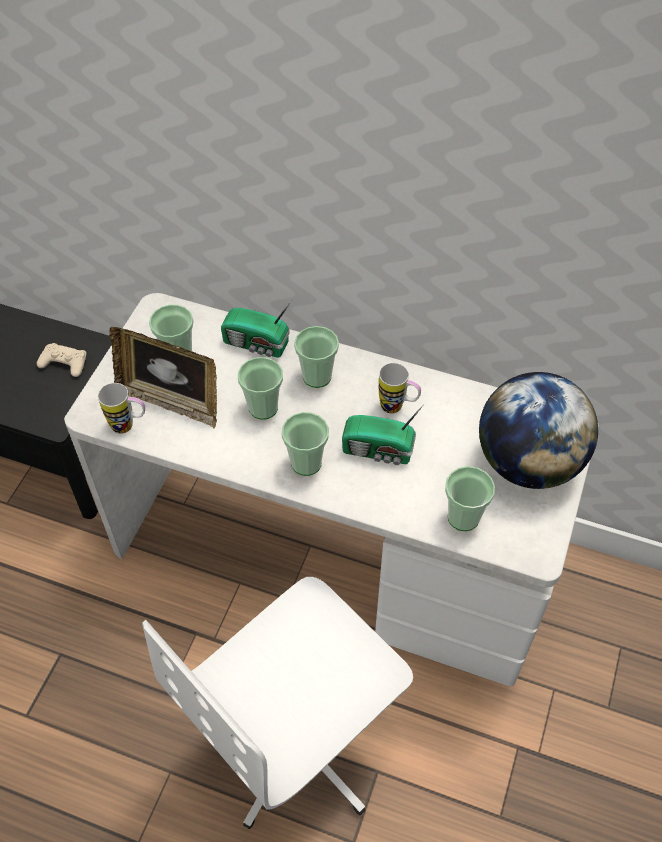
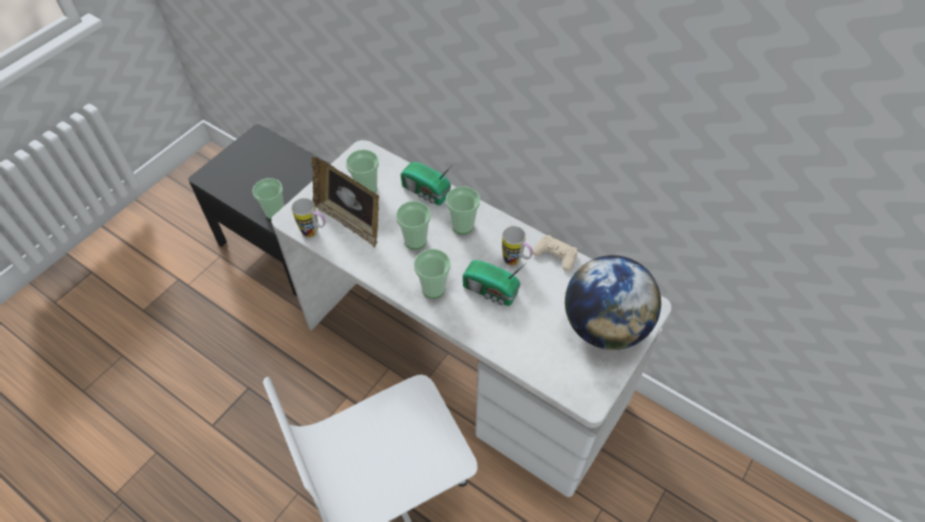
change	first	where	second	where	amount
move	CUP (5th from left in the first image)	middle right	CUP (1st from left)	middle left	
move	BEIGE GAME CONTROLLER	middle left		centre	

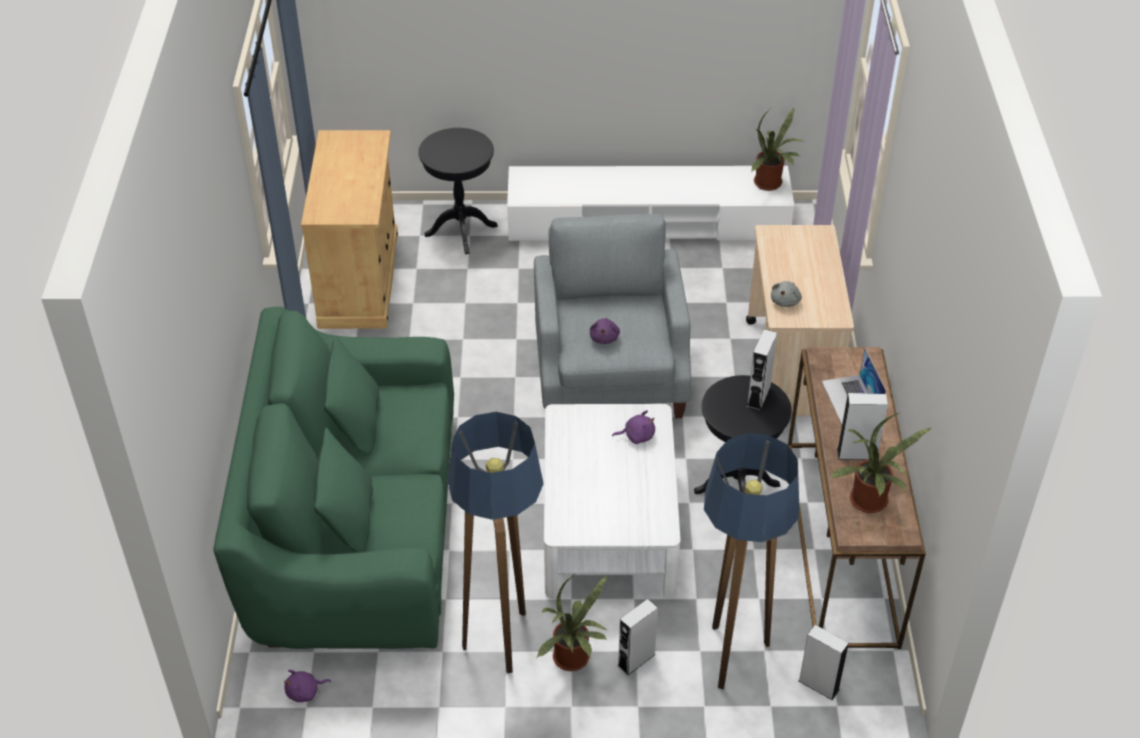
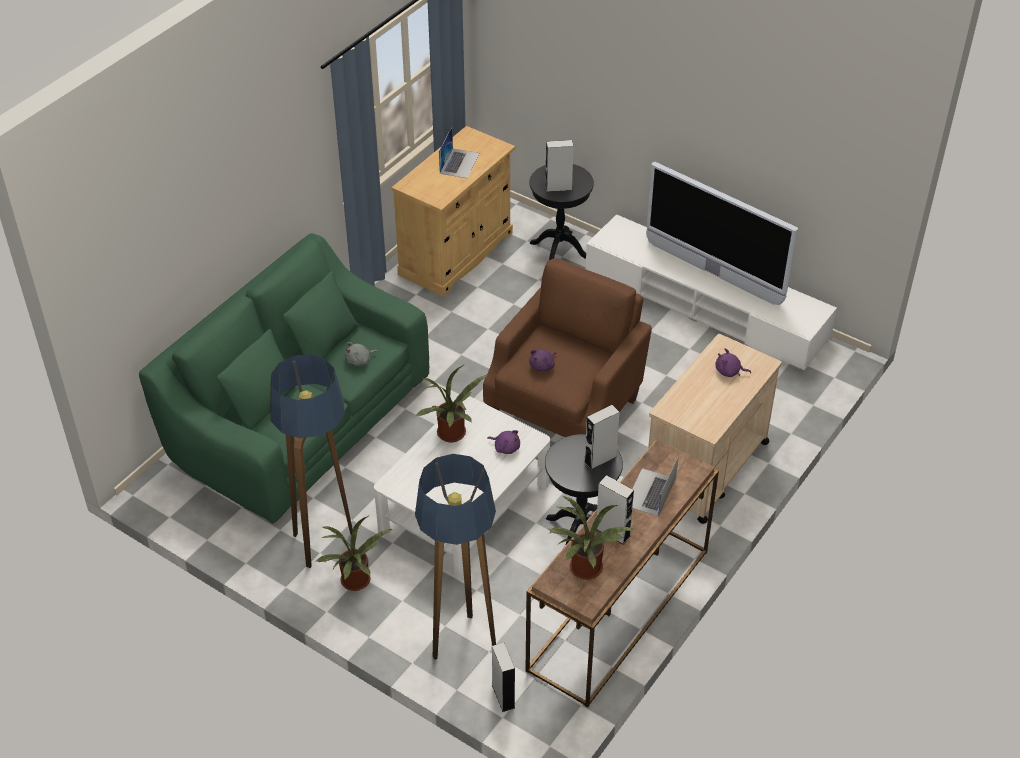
change	first	where	second	where	amount
move	GREY PLUSH TOY	middle right		centre	
move	POTTED PLANT (2nd from left)	top right		centre	
insert			LAPTOP (1st from left)	top centre	
recolor	GREY ARMCHAIR	centre	BROWN ARMCHAIR	centre	
move	GREY SPEAKER (1st from left in the first image)	bottom centre	GREY SPEAKER (2nd from left)	top centre	
insert			TELEVISION	top right	
move	PURPLE PLUSH TOY (1st from left in the first image)	bottom left	PURPLE PLUSH TOY (3rd from left)	middle right	

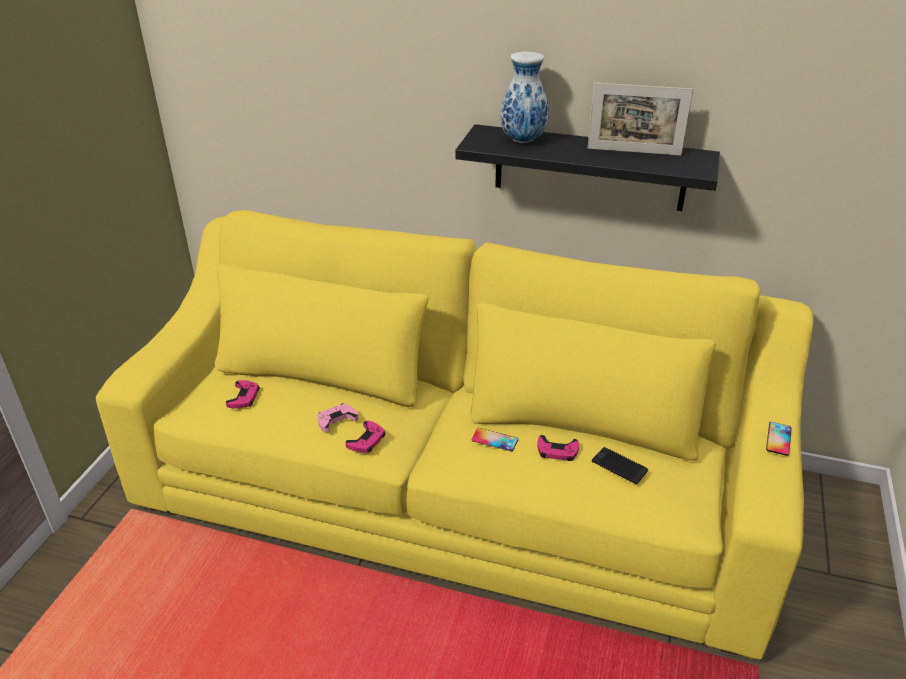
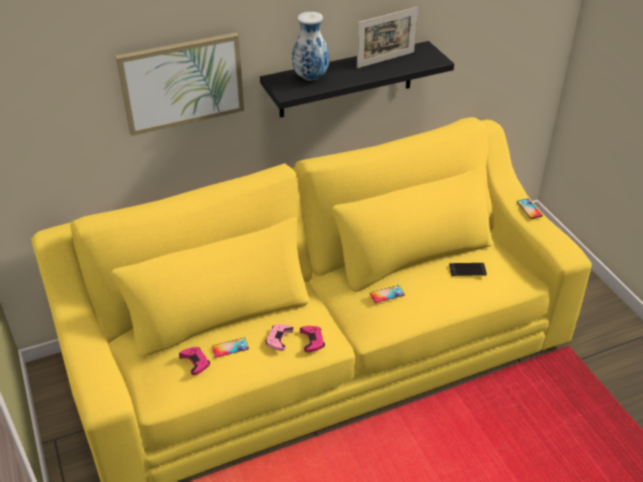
change	first	where	second	where	amount
insert			PICTURE	top left	
insert			PHONE (1st from left)	bottom centre	
delete	PINK GAME CONTROLLER (4th from left)	centre			

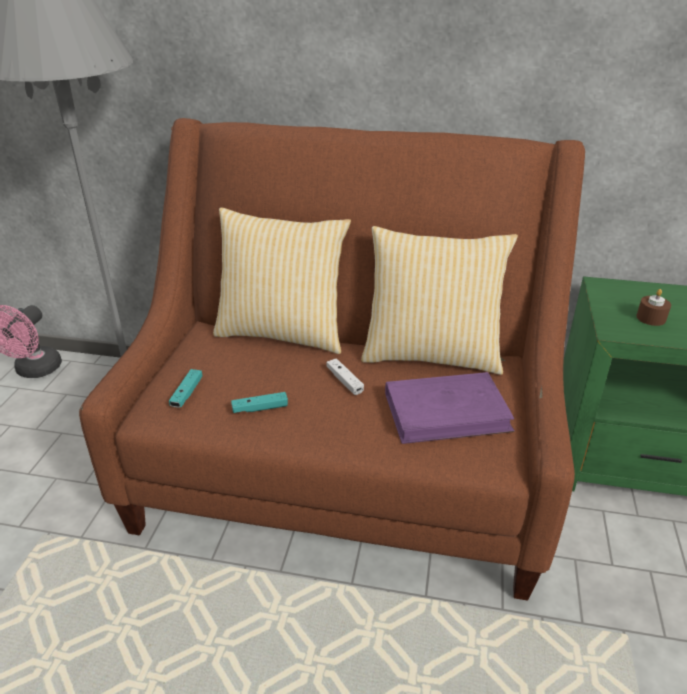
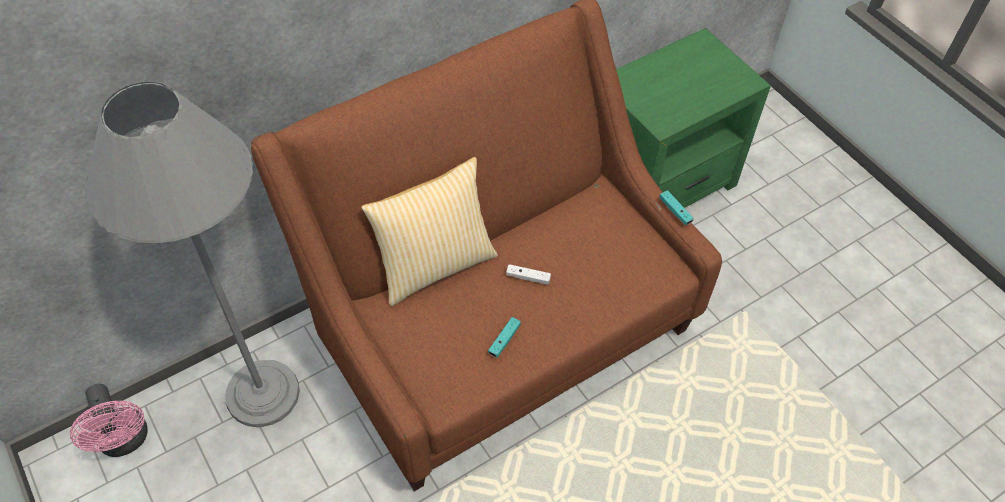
change	first	where	second	where	amount
move	TURQUOISE GAME CONTROLLER (1st from left in the first image)	middle left	TURQUOISE GAME CONTROLLER (2nd from left)	middle right	
delete	PILLOW (2nd from left)	centre			
delete	PURPLE BOOK	centre			
delete	BROWN CANDLE	middle right			

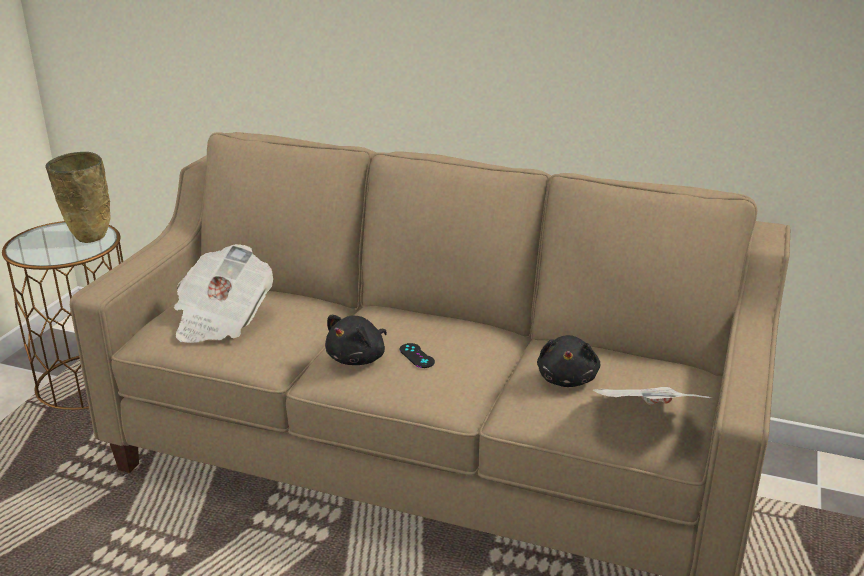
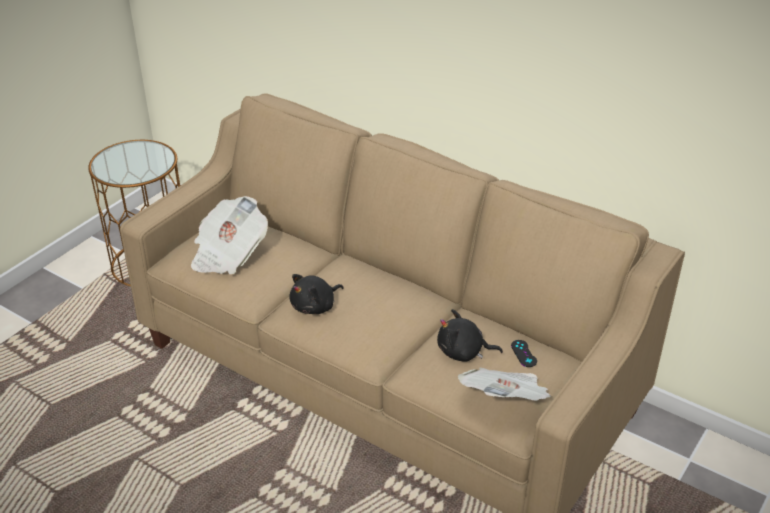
change	first	where	second	where	amount
rotate	BLACK PLUSH TOY (2nd from left)	centre		centre	75 degrees clockwise
move	BLACK GAME CONTROLLER	centre		bottom right	
delete	BEIGE VASE	middle left			

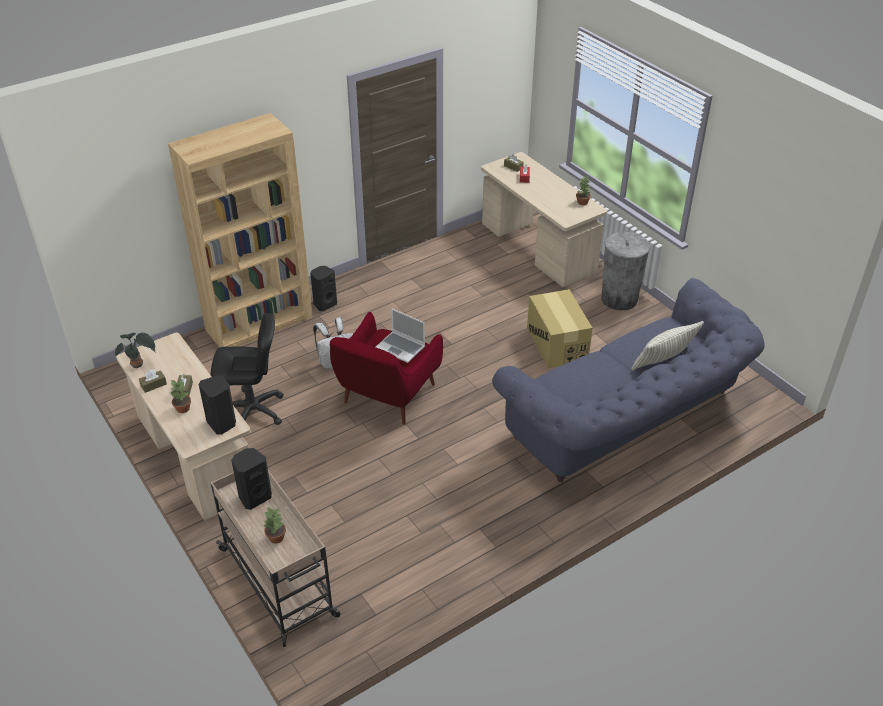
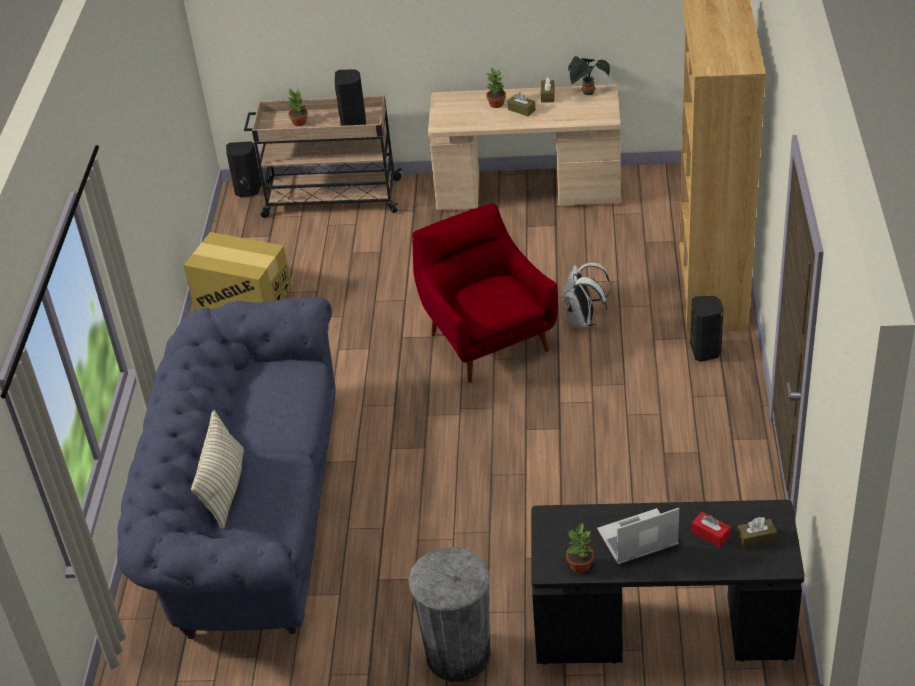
change	first	where	second	where	amount
move	CARDBOARD BOX	centre		middle left	
move	BLACK SPEAKER (1st from left)	middle left		top left	
recolor	BEIGE DESK (2nd from left)	top centre	BLACK DESK	bottom right	
move	LAPTOP	centre		bottom right	
delete	BLACK OFFICE CHAIR	middle left			

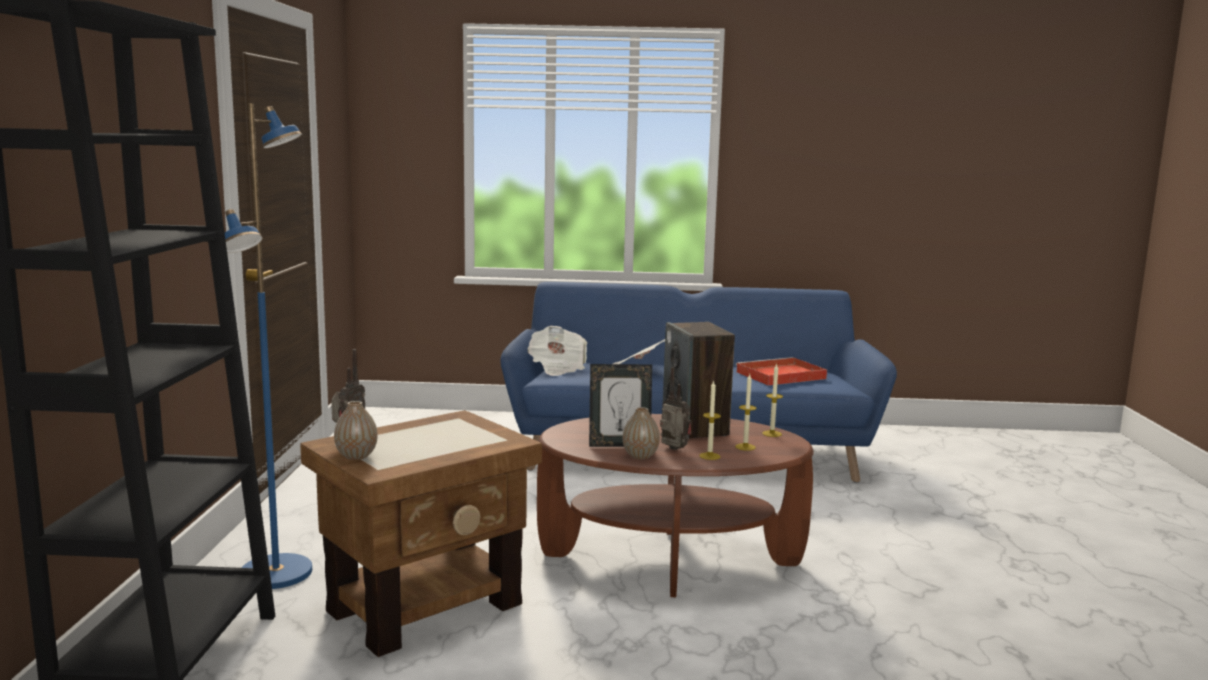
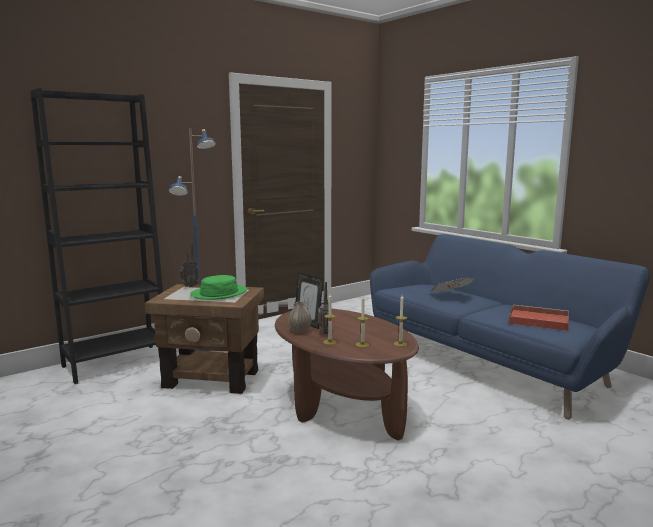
change	first	where	second	where	amount
insert			GREEN HAT	centre	
delete	VASE (1st from left)	middle left			
delete	NEWSPAPER (1st from left)	centre			
delete	SPEAKER	centre			

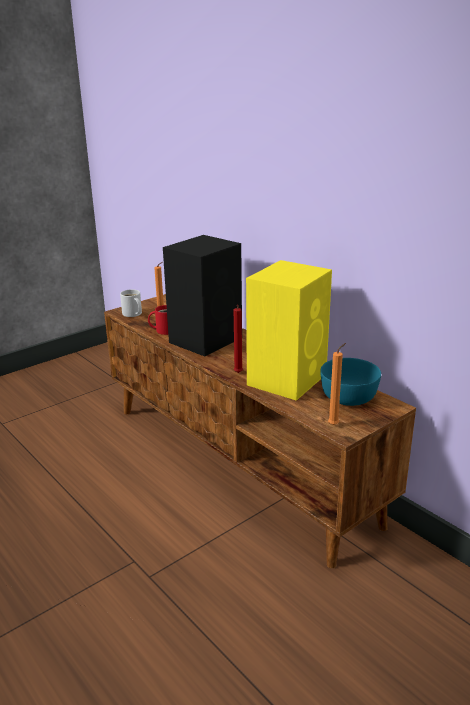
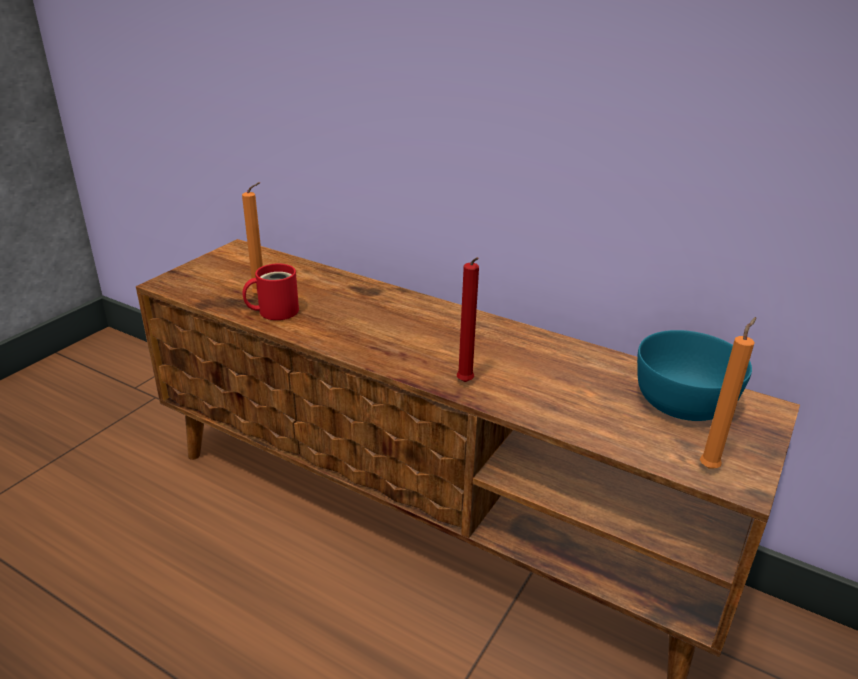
change	first	where	second	where	amount
delete	WHITE MUG	middle left			
delete	BLACK SPEAKER	centre			
delete	YELLOW SPEAKER	centre			

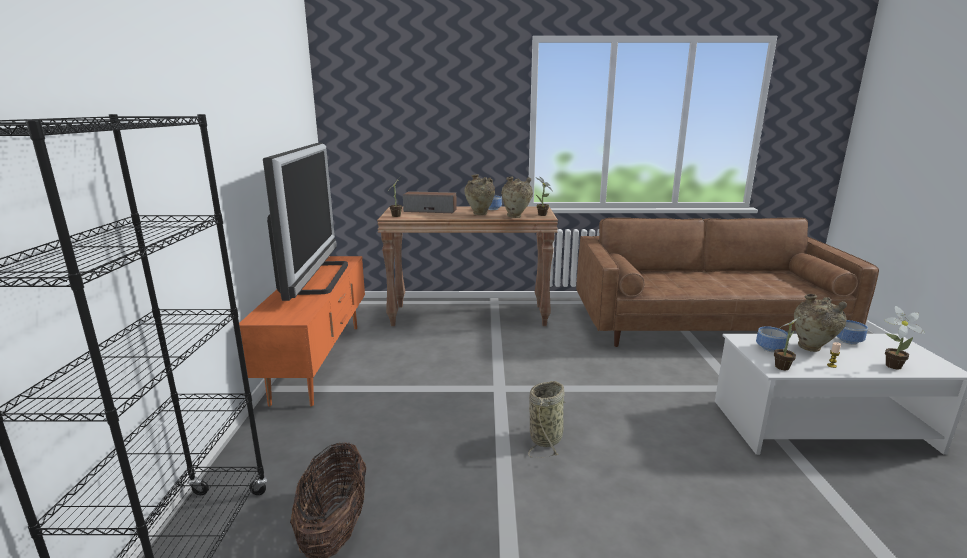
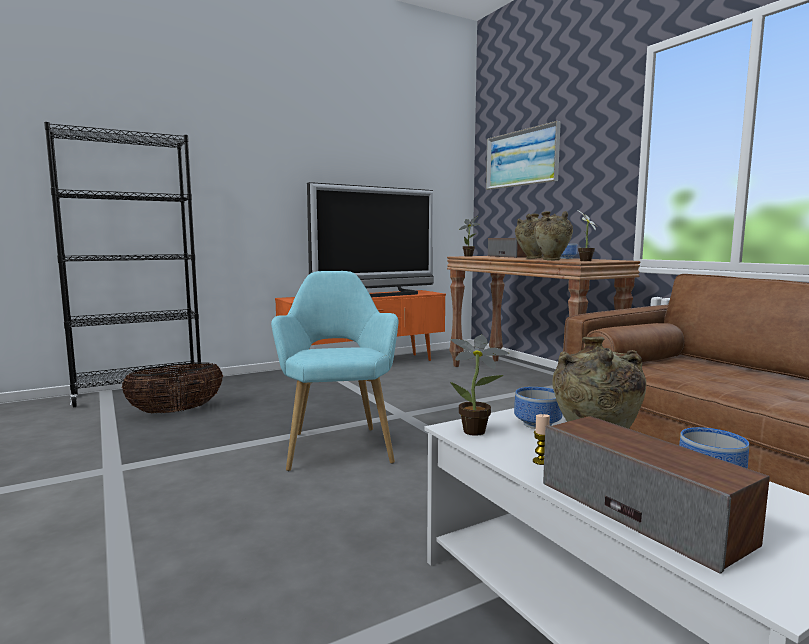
change	first	where	second	where	amount
replace	BASKET (2nd from left)	bottom centre	TURQUOISE ARMCHAIR	centre	
insert			PICTURE	top centre	
replace	POTTED PLANT (4th from left)	middle right	SPEAKER (2nd from left)	bottom right	

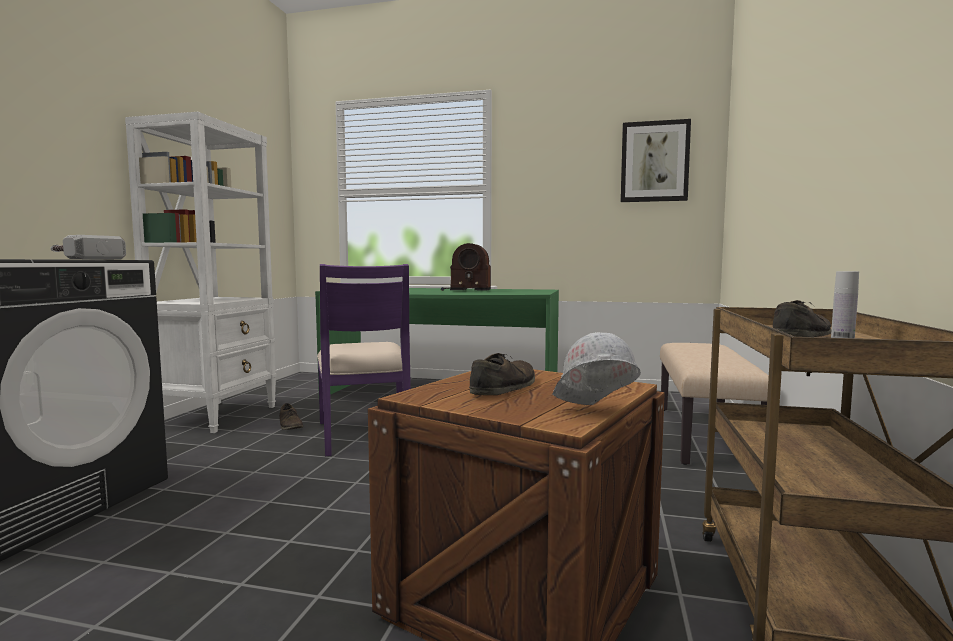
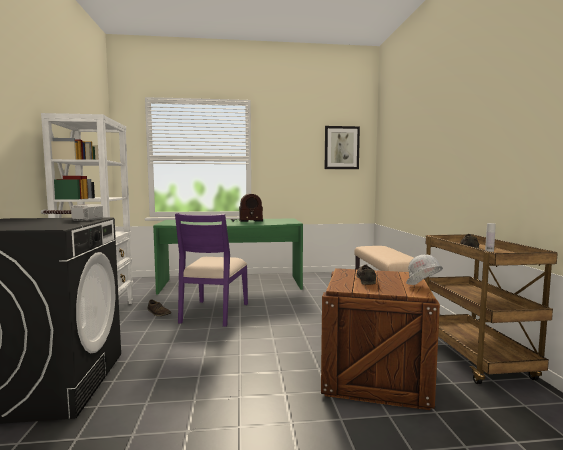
change	first	where	second	where	amount
rotate	PURPLE CHAIR	centre		centre	45 degrees clockwise

